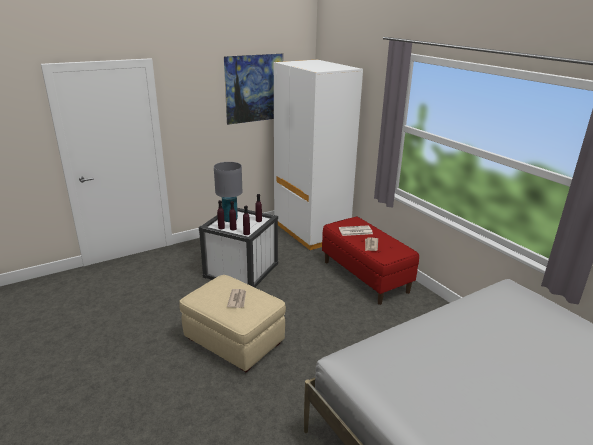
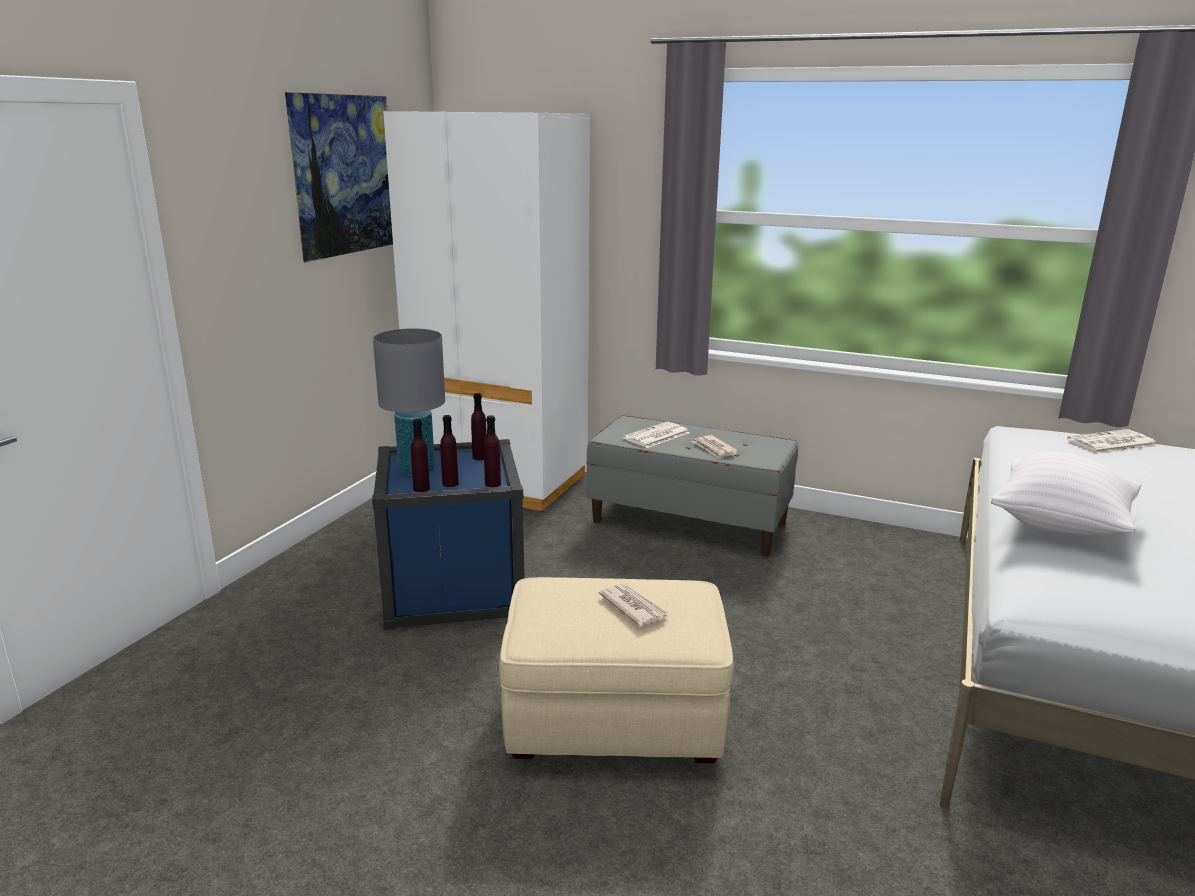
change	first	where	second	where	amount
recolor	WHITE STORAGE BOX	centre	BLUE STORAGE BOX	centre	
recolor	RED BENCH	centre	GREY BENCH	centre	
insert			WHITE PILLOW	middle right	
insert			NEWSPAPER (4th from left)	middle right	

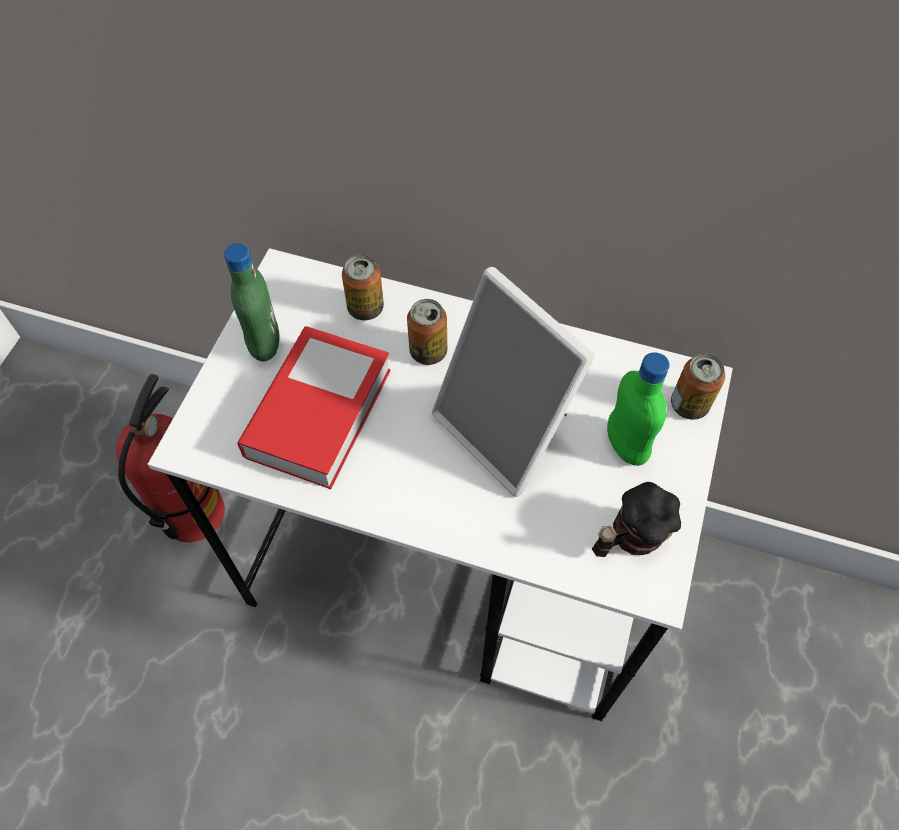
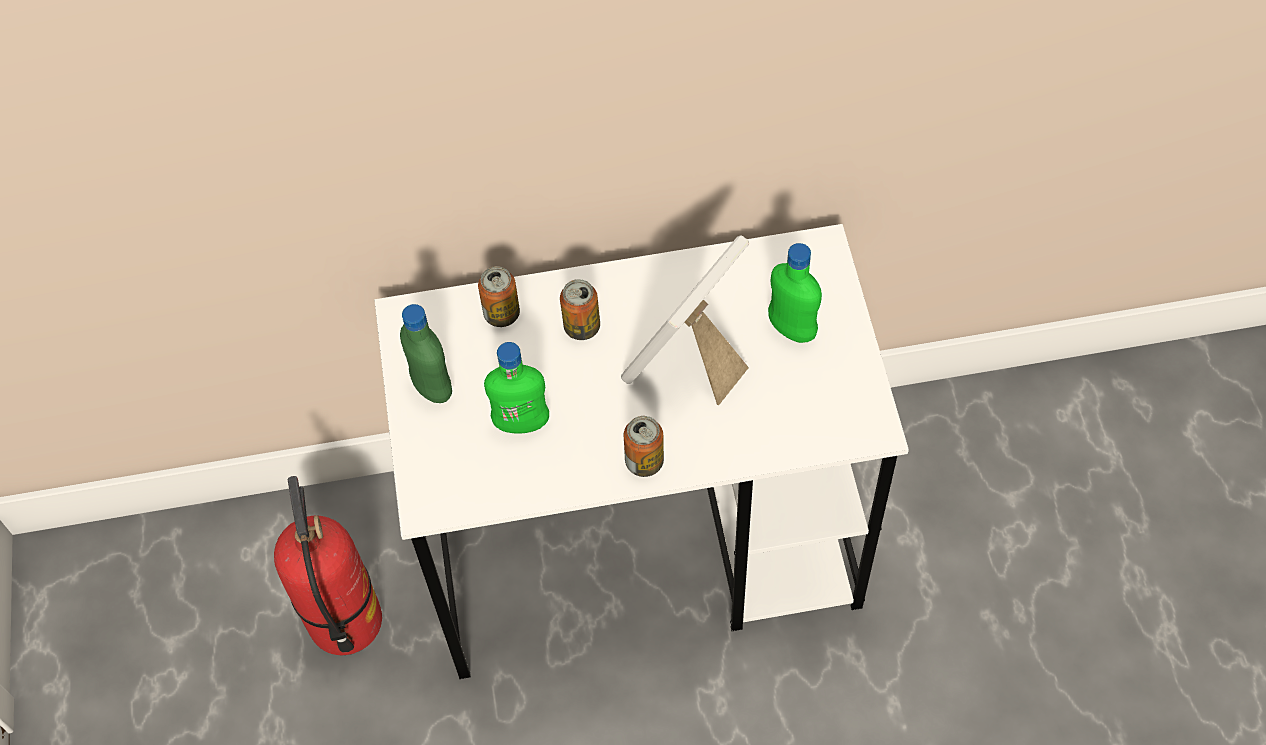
change	first	where	second	where	amount
replace	BOOK	centre	GREEN BOTTLE (2nd from left)	centre	
rotate	PICTURE FRAME	centre		centre	105 degrees clockwise
move	CAN (3rd from left)	middle right		centre	
delete	MUG	middle right			

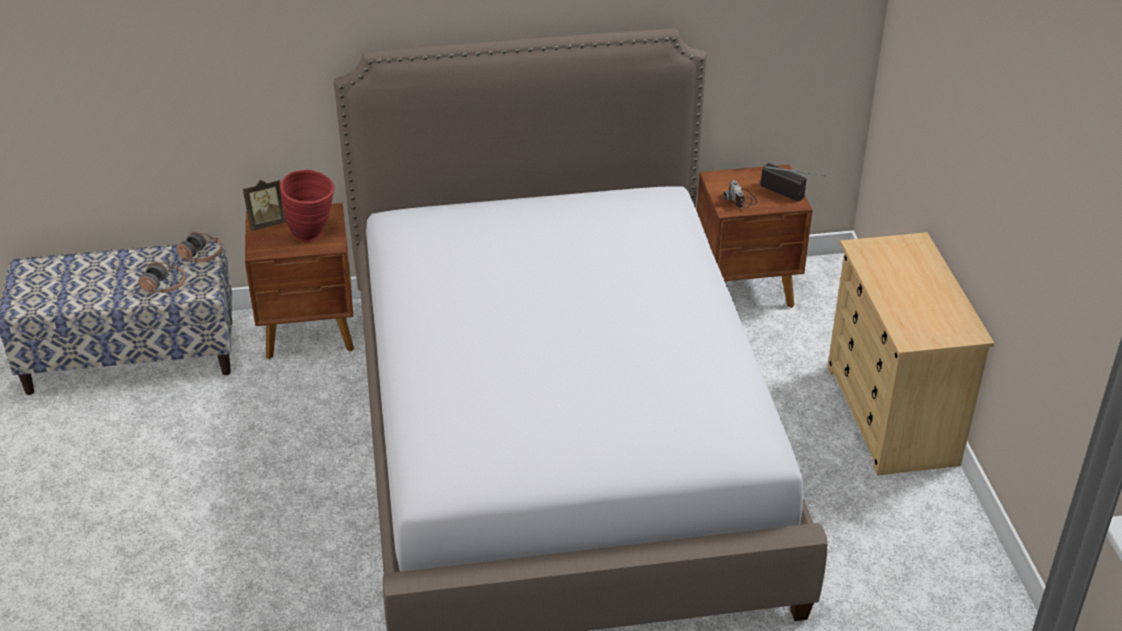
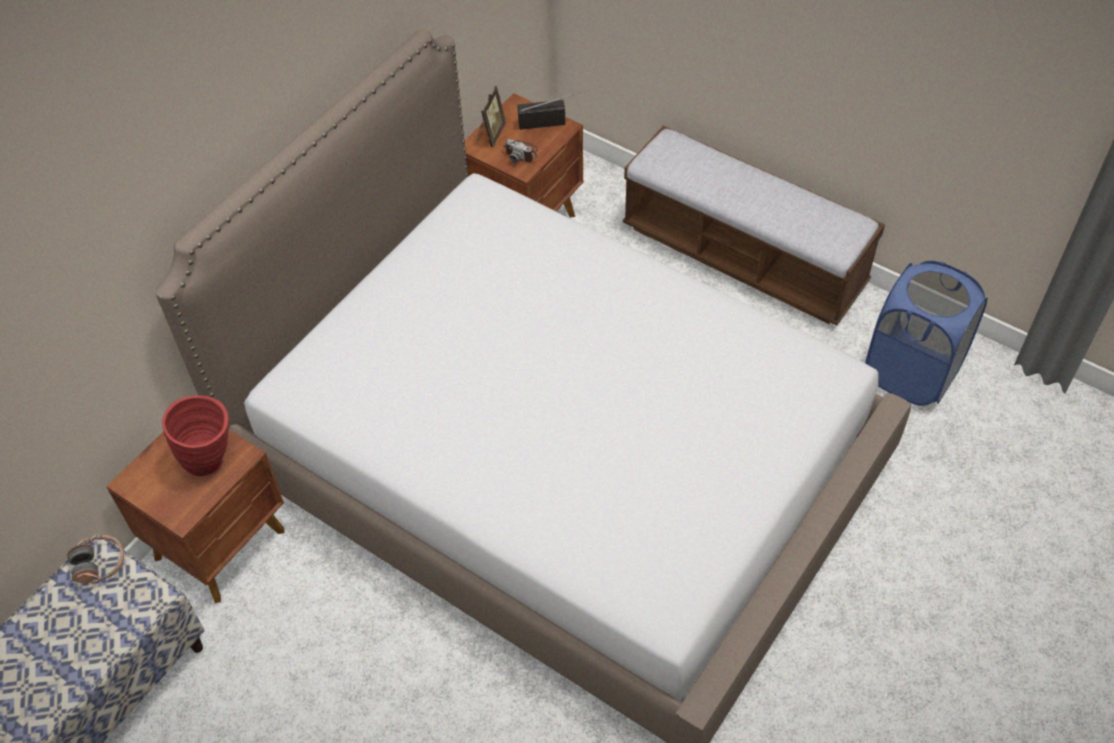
change	first	where	second	where	amount
move	PICTURE FRAME	top left		top centre	
replace	BEIGE DRESSER	middle right	BENCH (2nd from left)	top right	
insert			BLUE LAUNDRY BASKET	middle right	
delete	HEADPHONES (1st from left)	middle left			

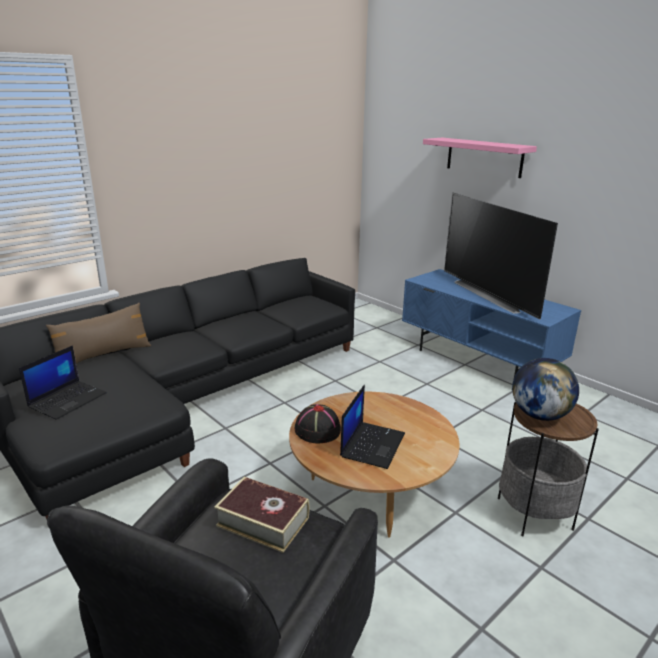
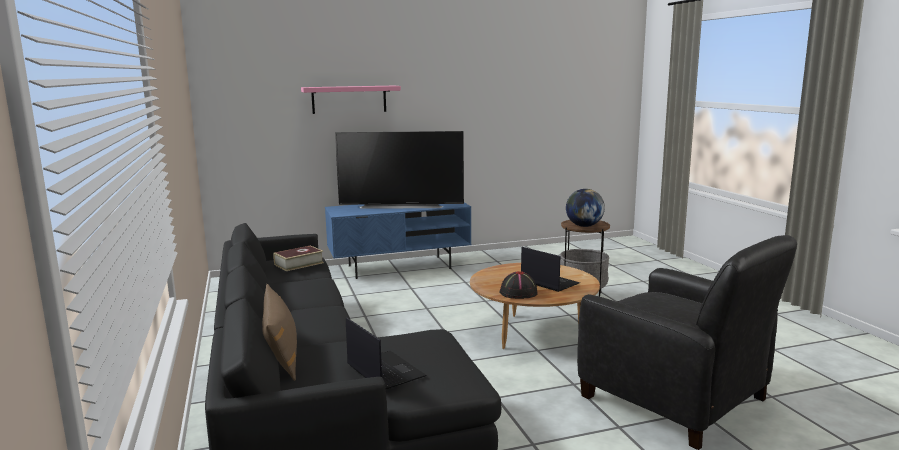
change	first	where	second	where	amount
move	BOOK	bottom centre		middle left	

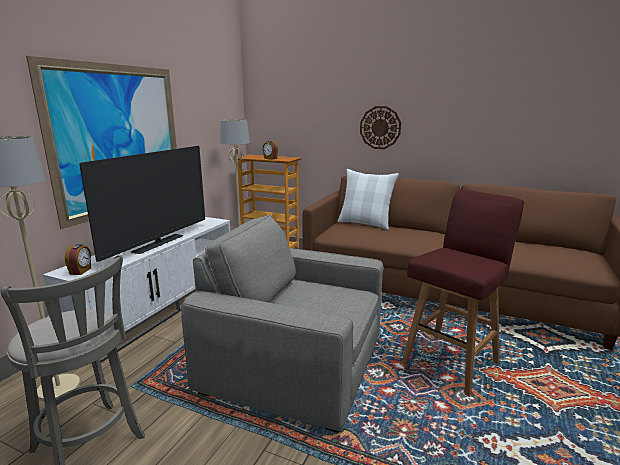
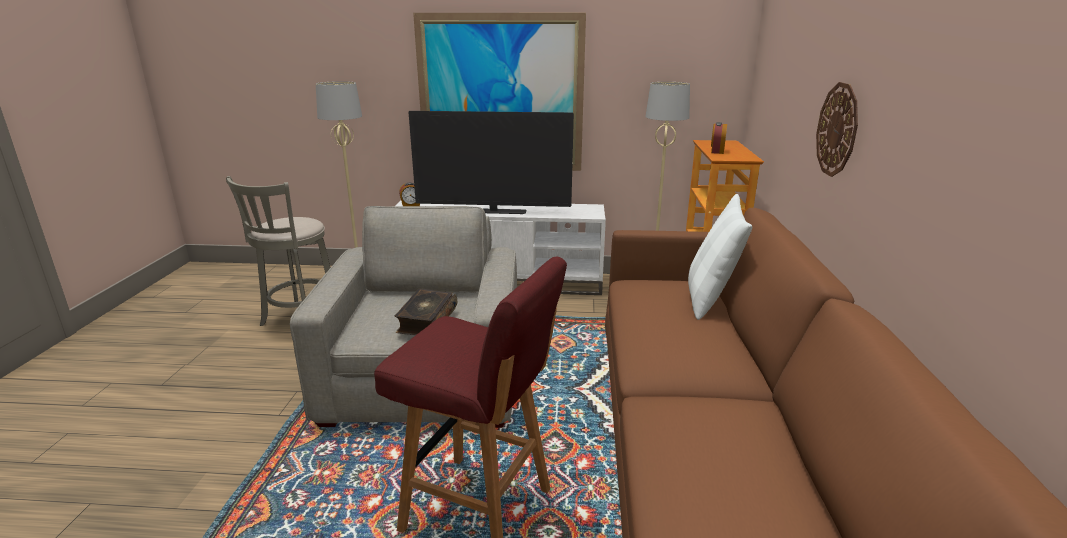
change	first	where	second	where	amount
insert			BOOK	centre	

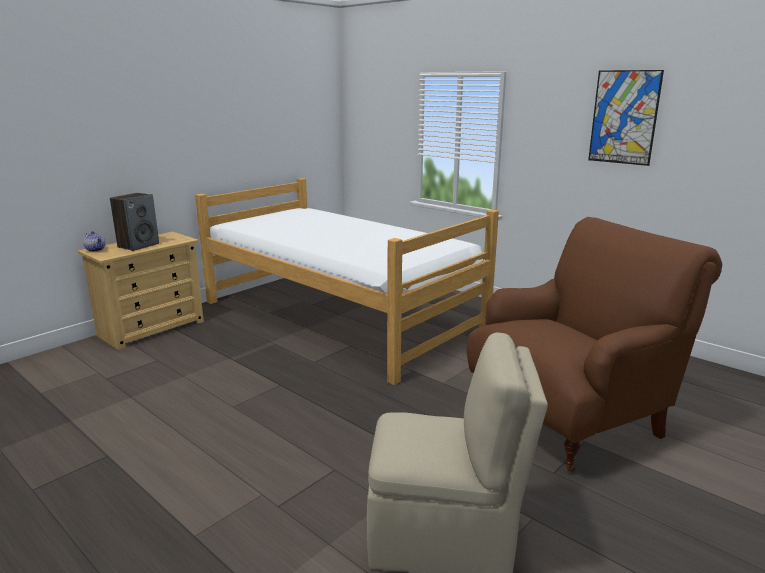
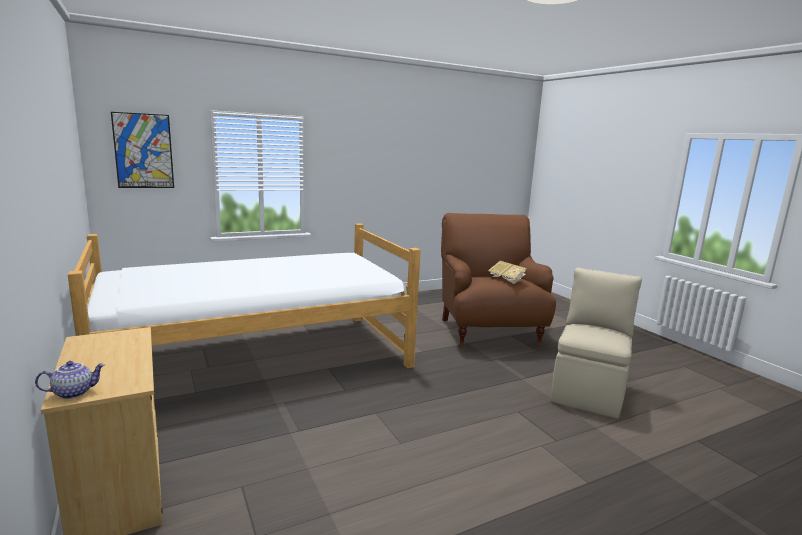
change	first	where	second	where	amount
move	PICTURE	top right		top left	
insert			BOOK	centre	
delete	SPEAKER	middle left			

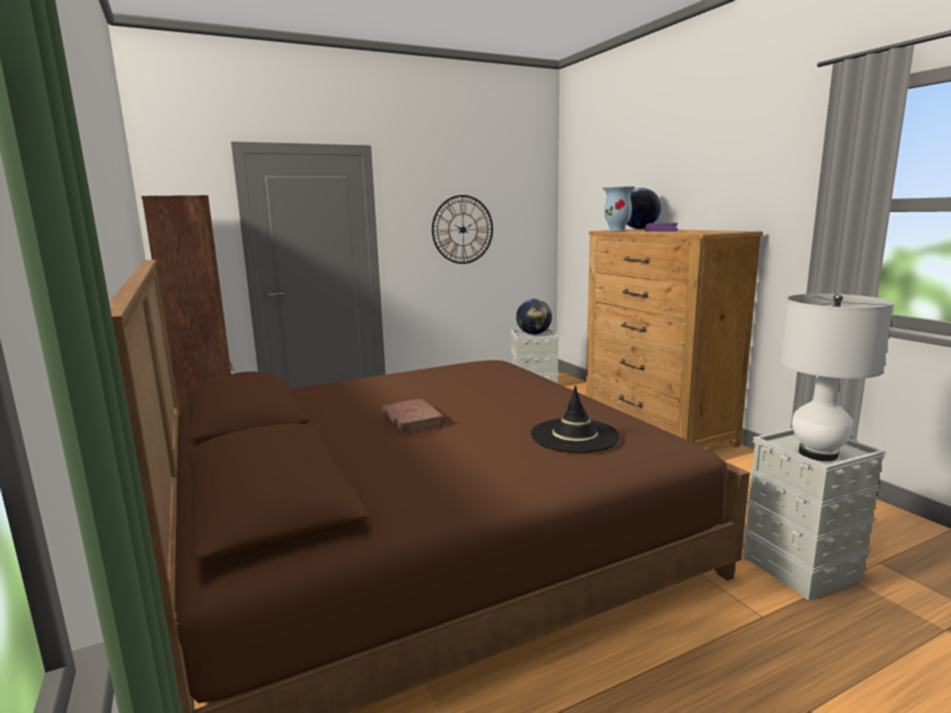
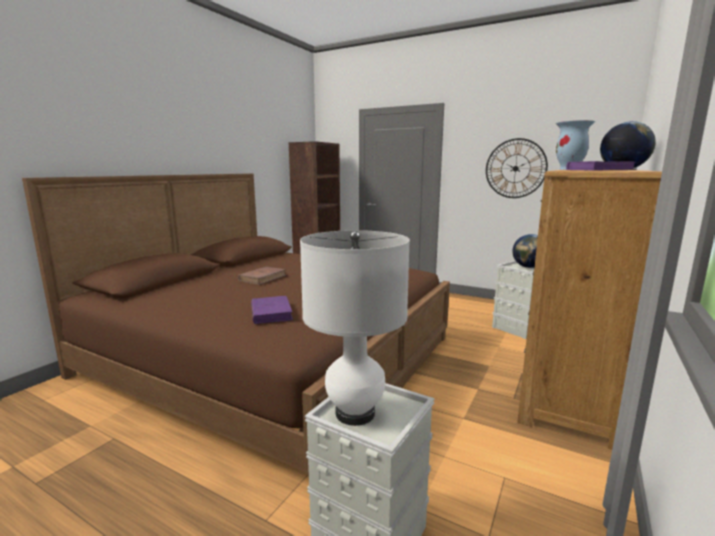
change	first	where	second	where	amount
replace	BLACK HAT	centre	PURPLE BOOK (1st from left)	centre	

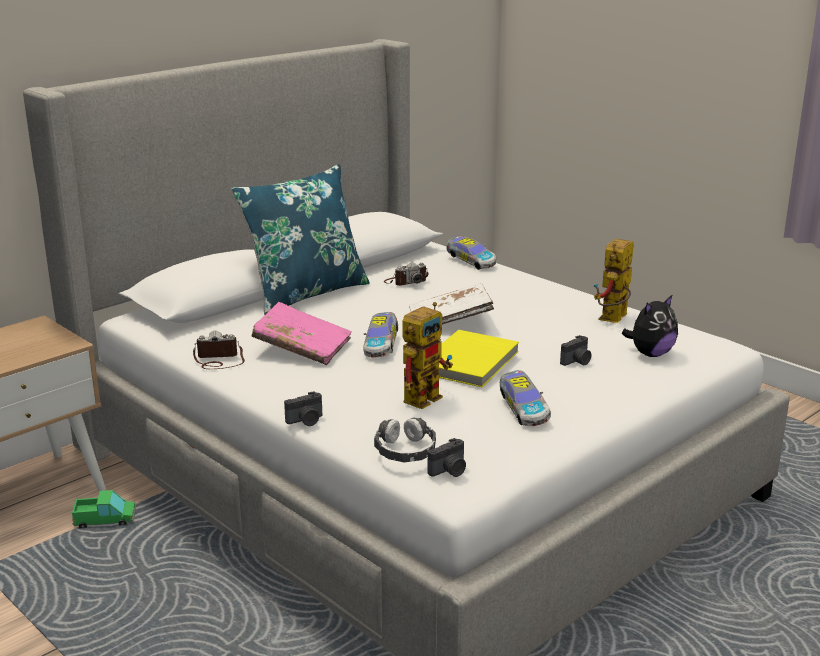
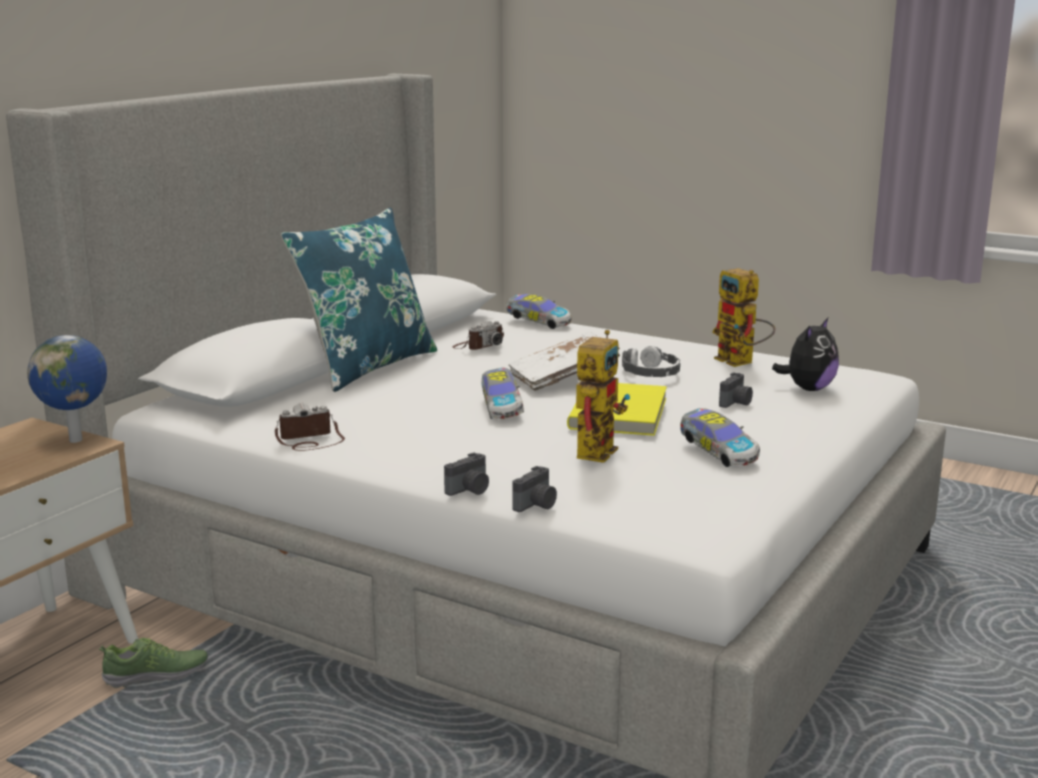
change	first	where	second	where	amount
insert			GLOBE	middle left	
replace	TOY TRUCK	bottom left	SHOE	bottom left	
move	PHOTO CAMERA (4th from left)	bottom centre		centre	
move	HEADPHONES	bottom centre		centre	
rotate	TOY ROBOT (2nd from left)	middle right		middle right	45 degrees counterclockwise
delete	PINK BOOK	centre			

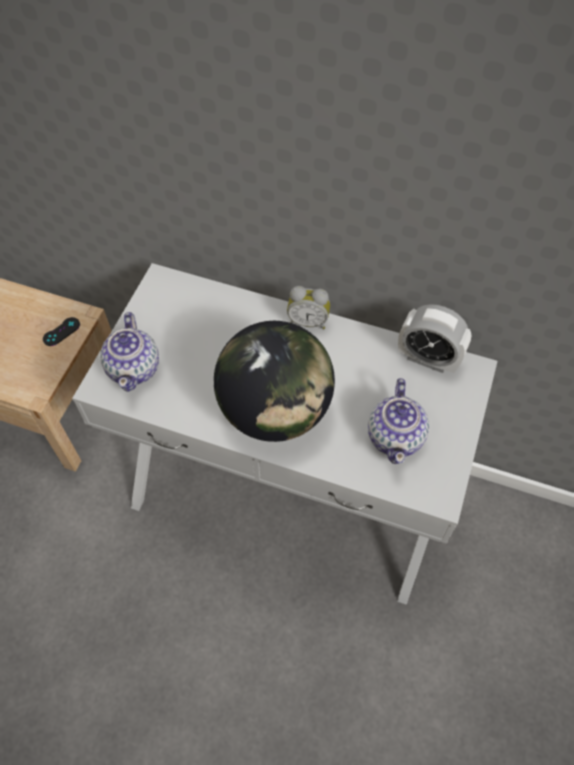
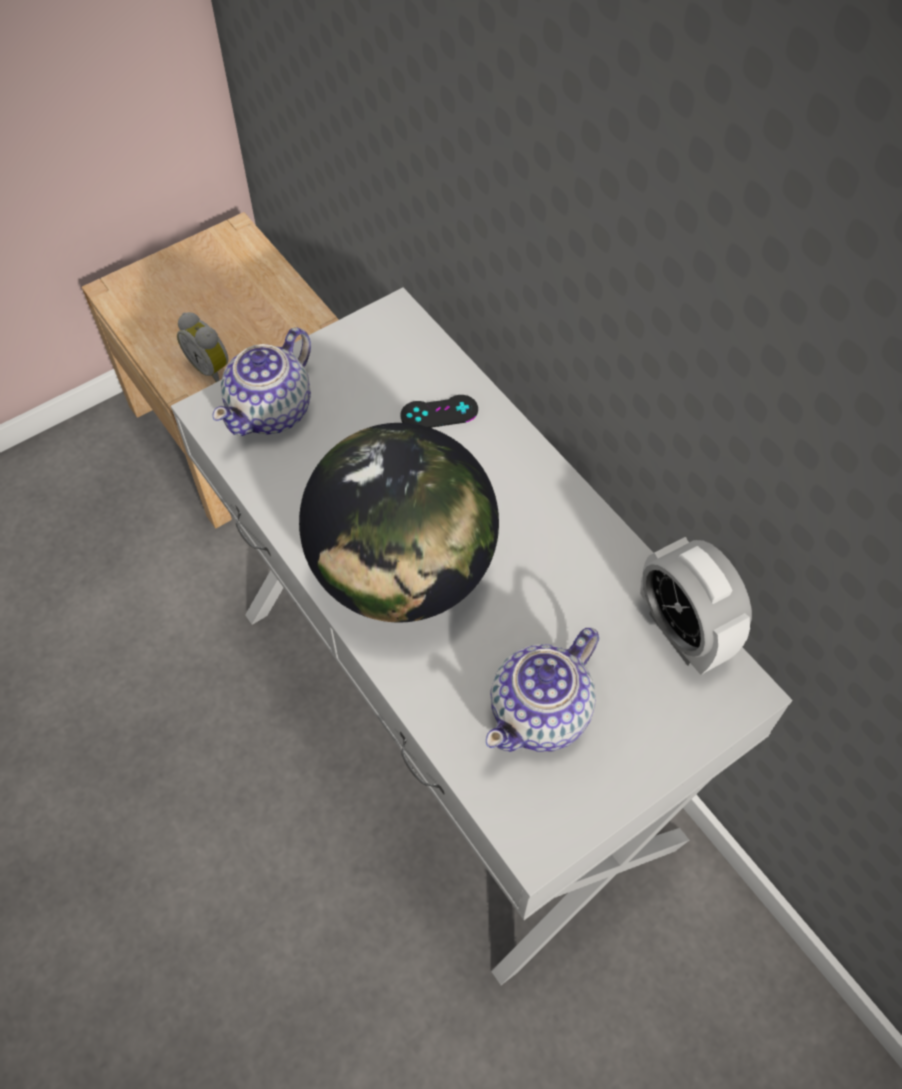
change	first	where	second	where	amount
move	ALARM CLOCK (1st from left)	centre		top left	
move	BLACK GAME CONTROLLER	middle left		centre	

